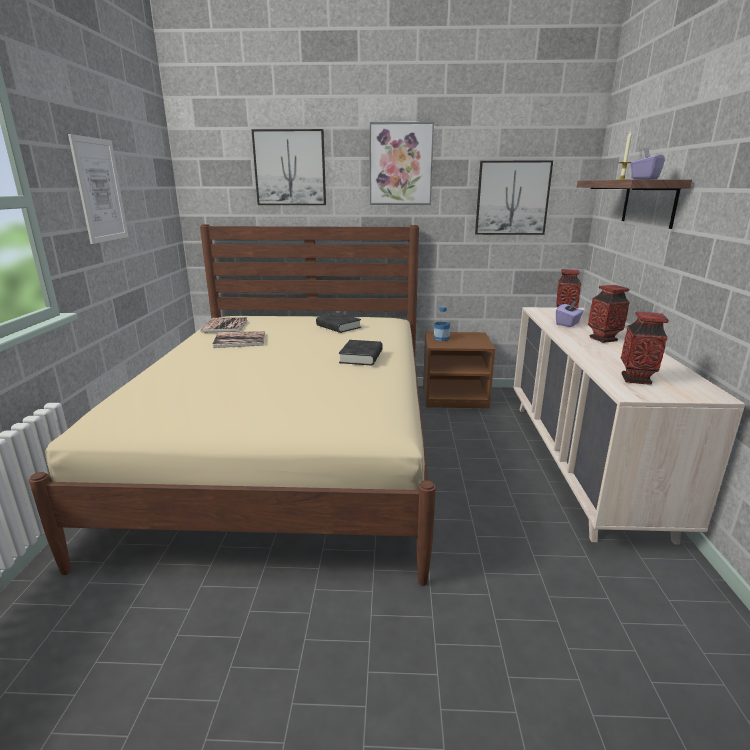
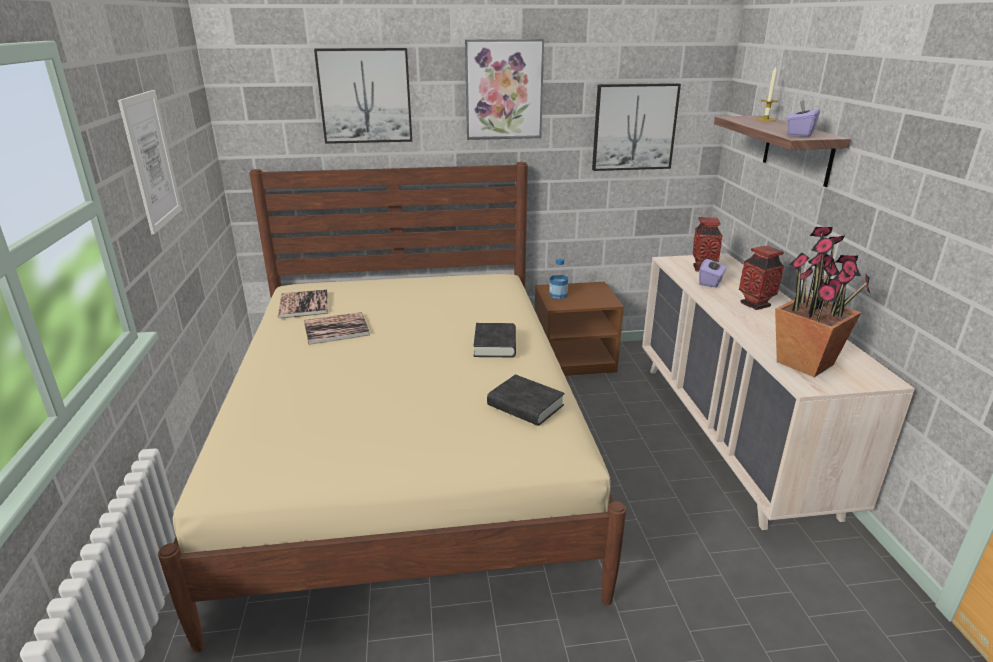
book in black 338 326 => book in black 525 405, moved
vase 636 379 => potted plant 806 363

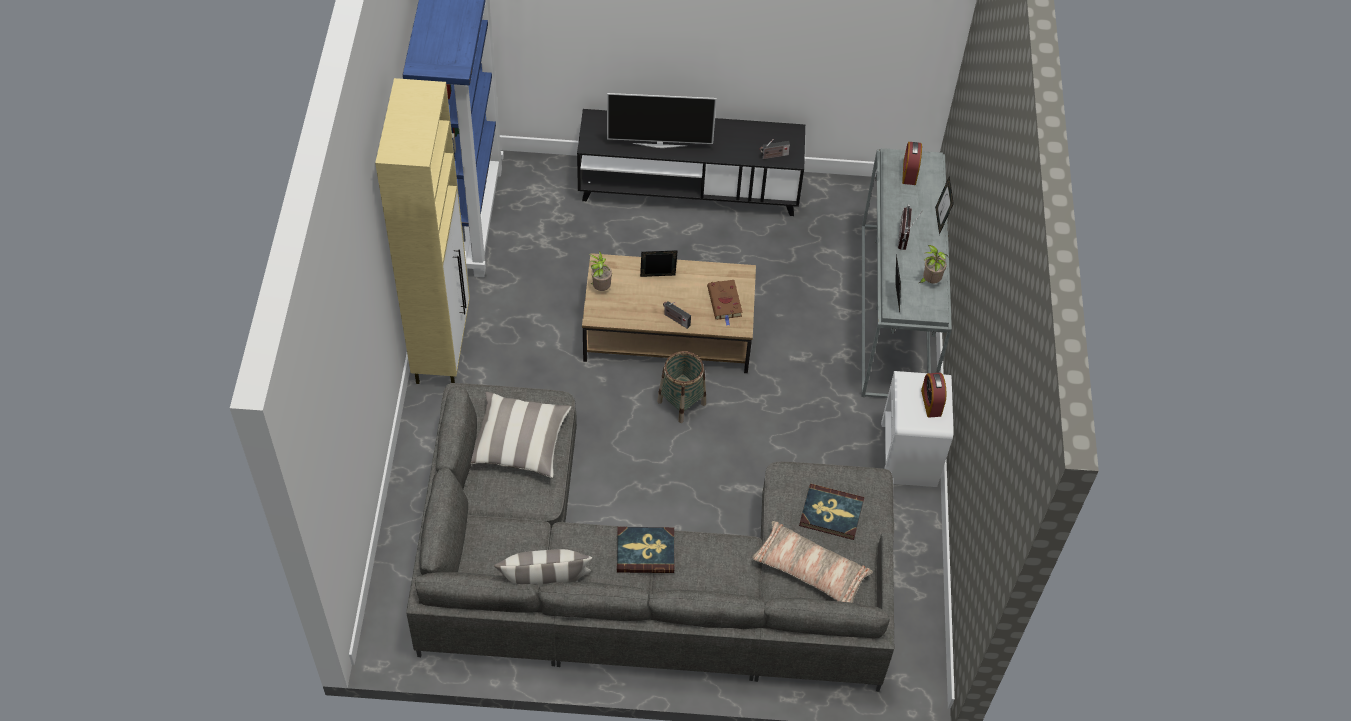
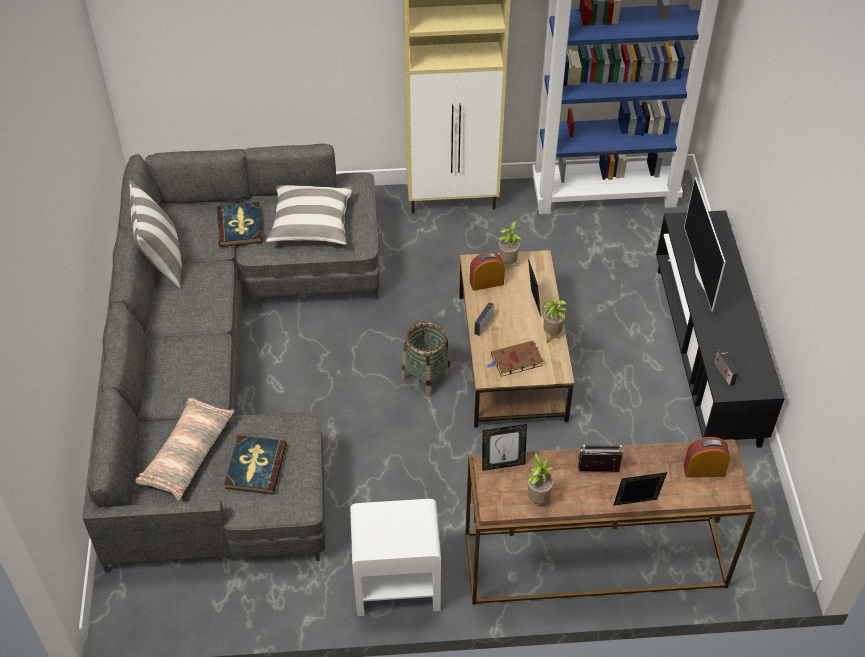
nothing => potted plant 551 334
book 645 551 => book 240 226, moved
alarm clock 931 403 => alarm clock 486 282, moved
console table in grey 896 312 => console table in brown 593 562

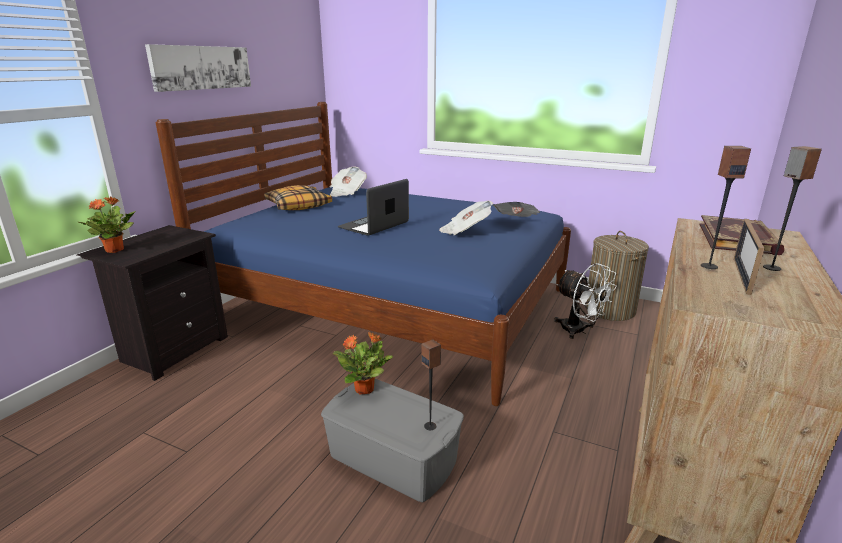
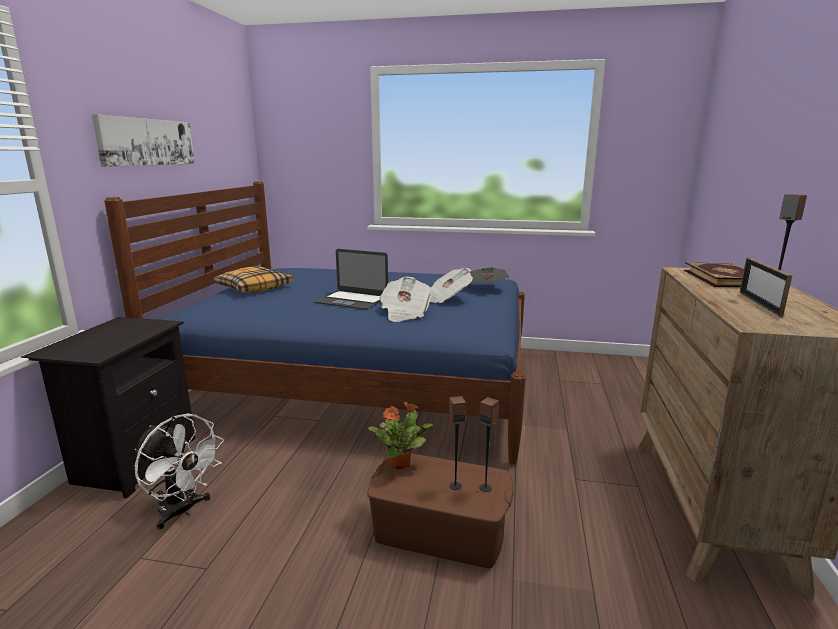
potted plant 115 250 => nothing
laundry basket 610 310 => nothing
newspaper 347 192 => newspaper 405 313, moved
fan in white 579 331 => fan in white 182 511, moved
speaker 709 266 => speaker 455 486, moved
storage box in grey 393 458 => storage box in brown 440 532
laptop 374 225 => laptop 351 300, 90 degrees counterclockwise

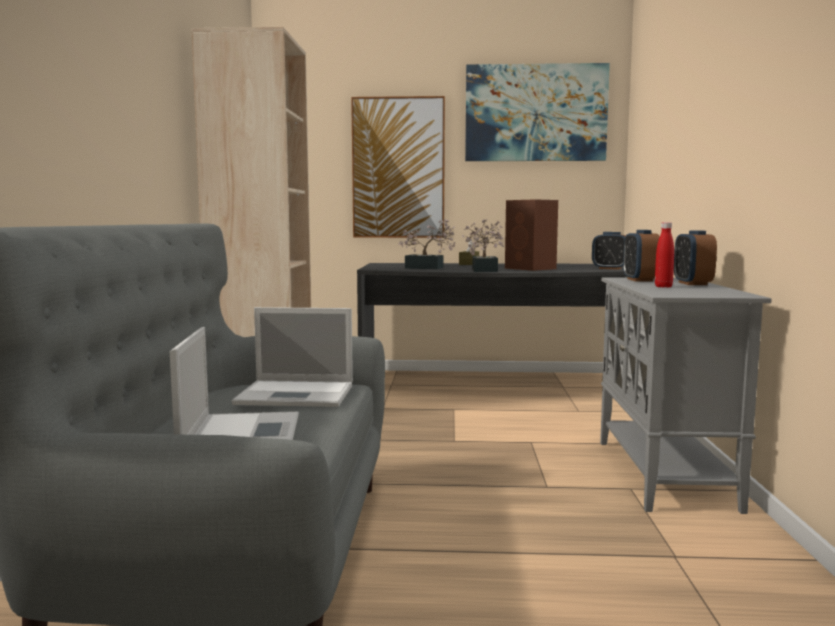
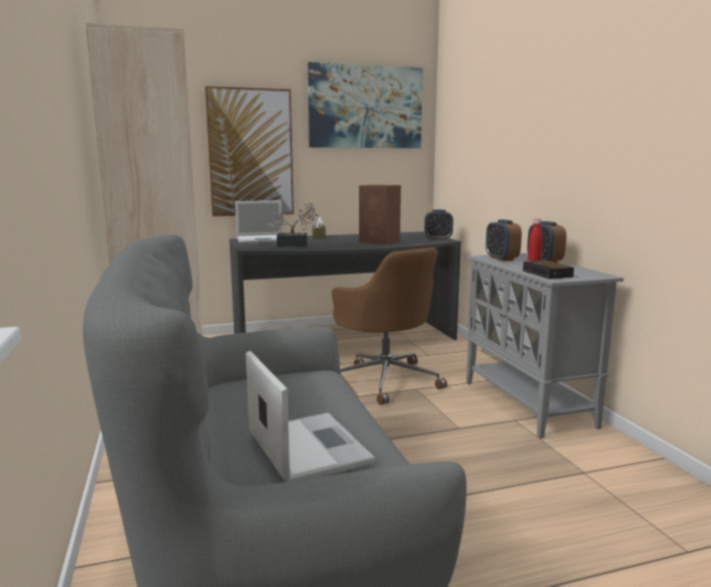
potted plant 484 270 => nothing
nothing => office chair in brown 385 380
nothing => alarm clock 548 274
laptop 298 394 => laptop 263 239, moved

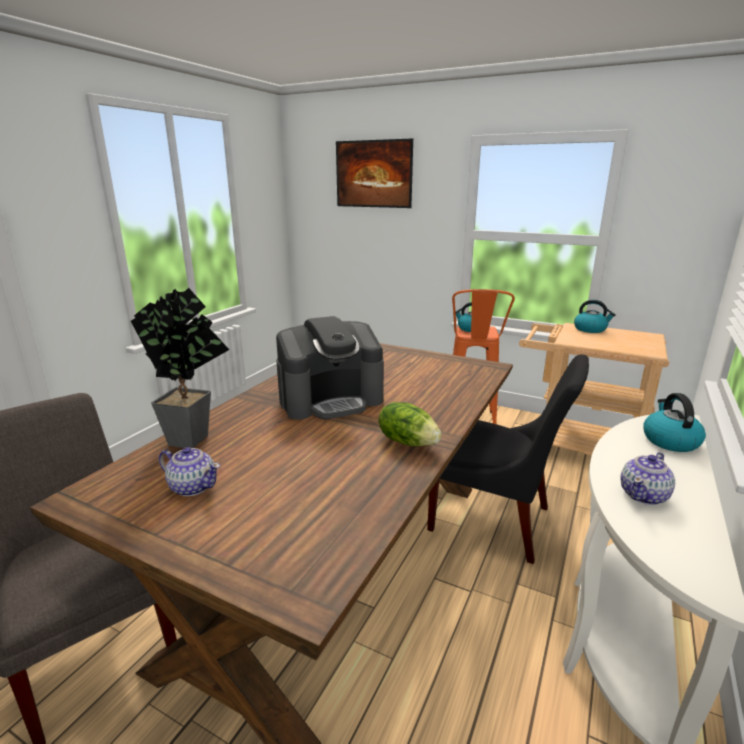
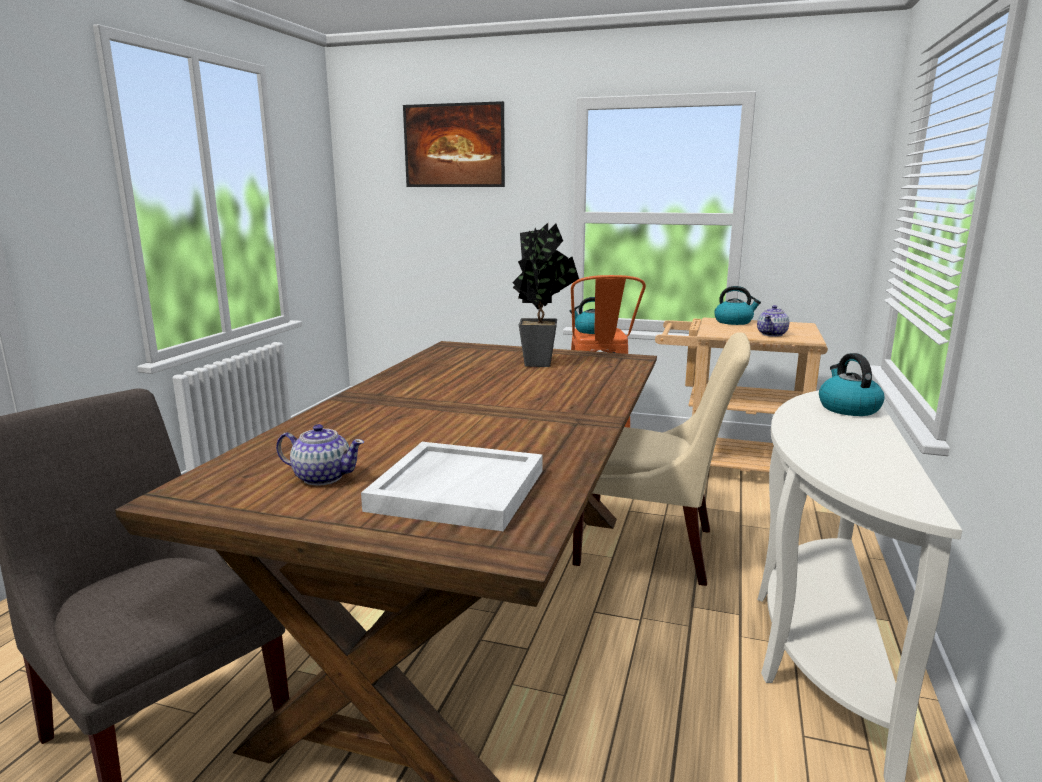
coffee machine 331 400 => nothing
lettuce 408 441 => nothing
nothing => tray in white 457 489
potted plant 195 437 => potted plant 541 362, moved
teapot 644 495 => teapot 772 334, moved
chair in black 495 521 => chair in beige 652 548

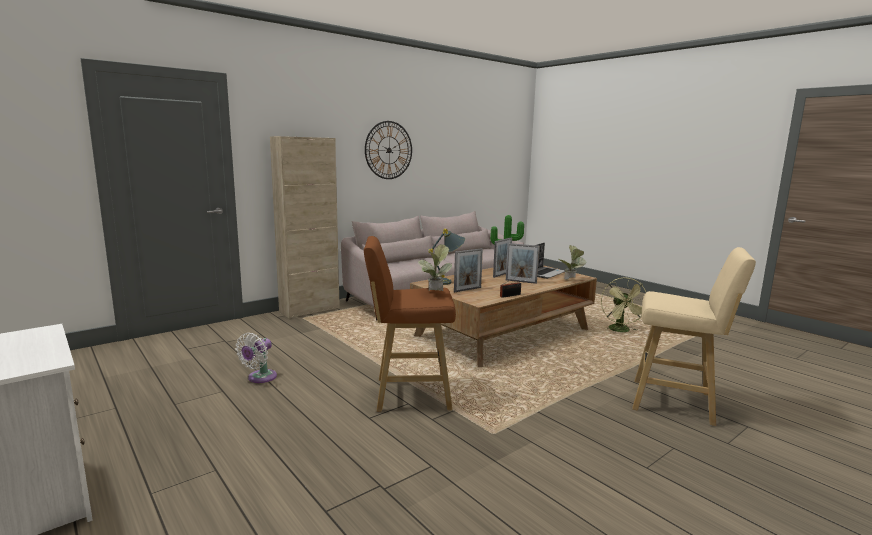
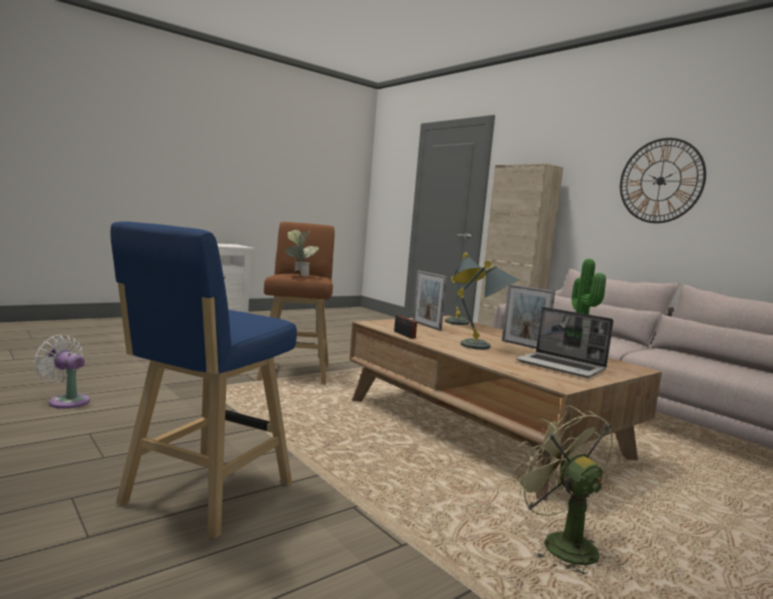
potted plant 571 280 => nothing
fan in white 260 378 => fan in white 66 401, moved
picture frame 521 281 => table lamp in grey 486 348
stool in beige 677 403 => stool in blue 202 497
fan in green 621 331 => fan in green 559 543, 60 degrees clockwise

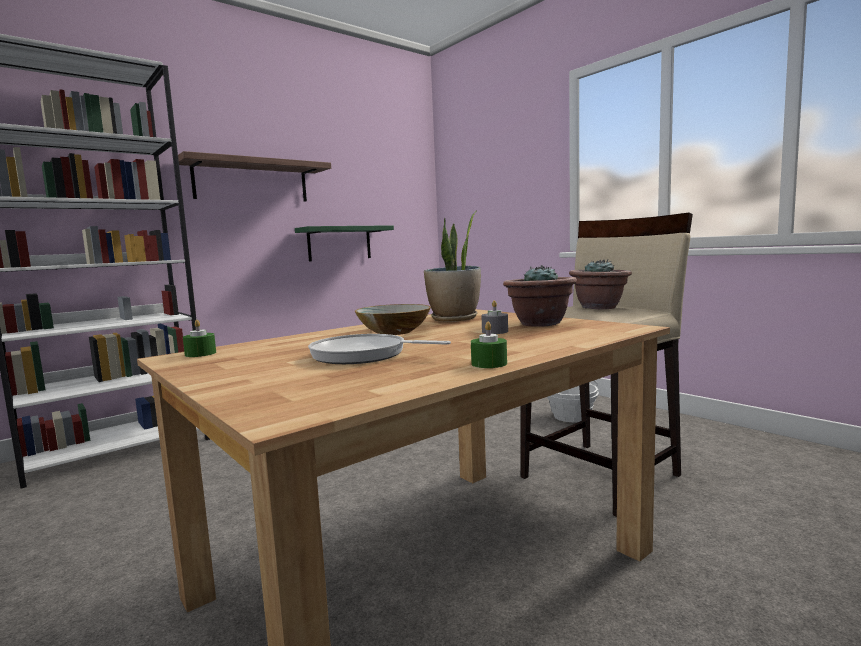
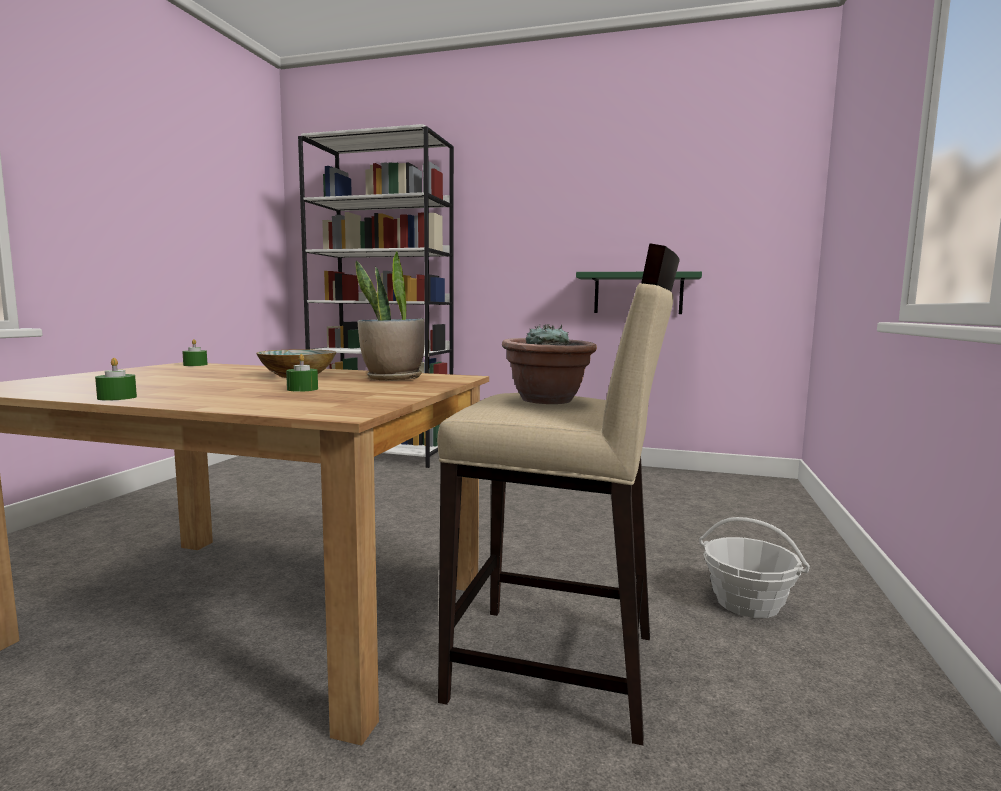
shelf 251 181 => nothing
frying pan 364 355 => nothing
potted plant 539 323 => nothing
candle in grey 495 331 => candle in green 302 389

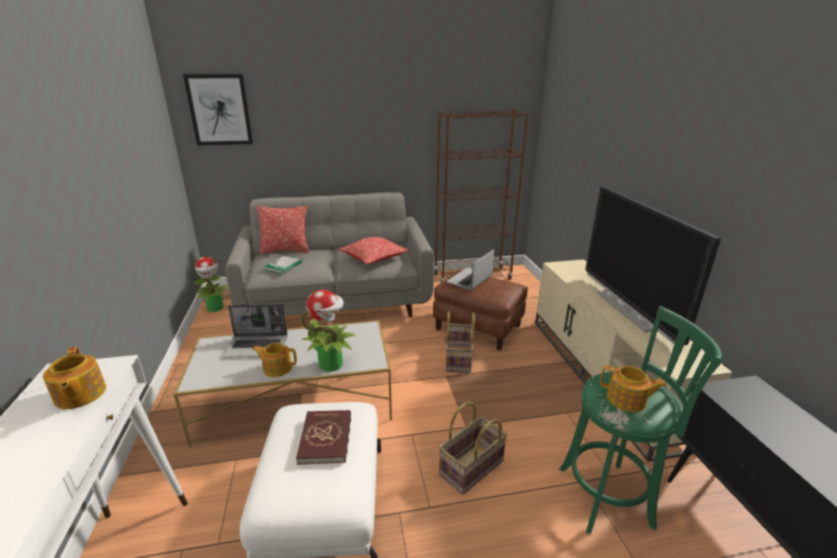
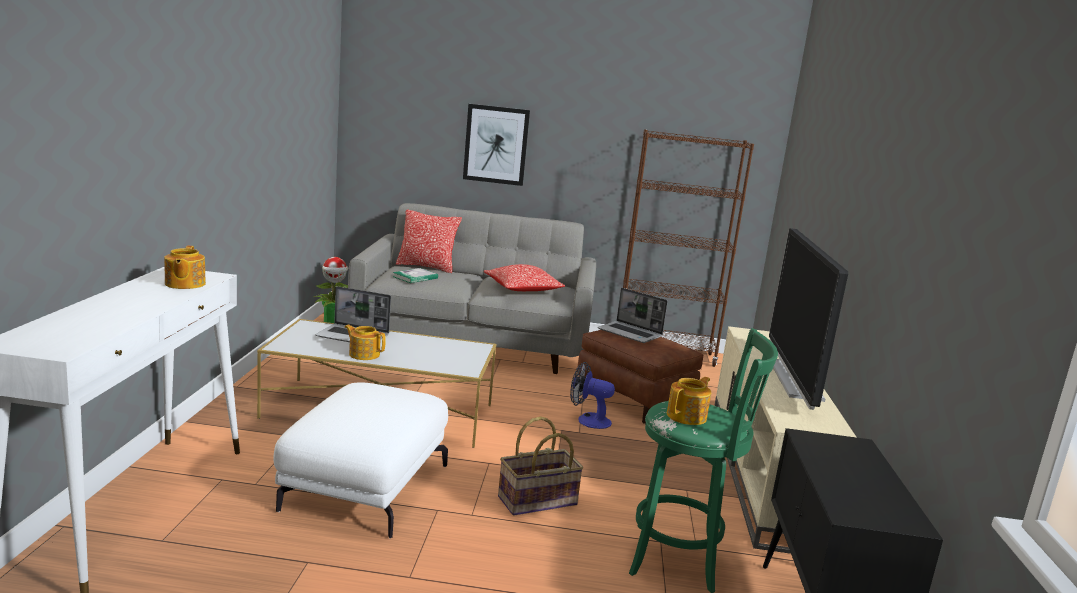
book in red 326 438 => nothing
potted plant 332 364 => nothing
picture 219 110 => picture 496 145, moved
basket 459 359 => fan 588 420
laptop 470 280 => laptop 630 333, 105 degrees counterclockwise
teapot 627 400 => teapot 687 416, 90 degrees counterclockwise

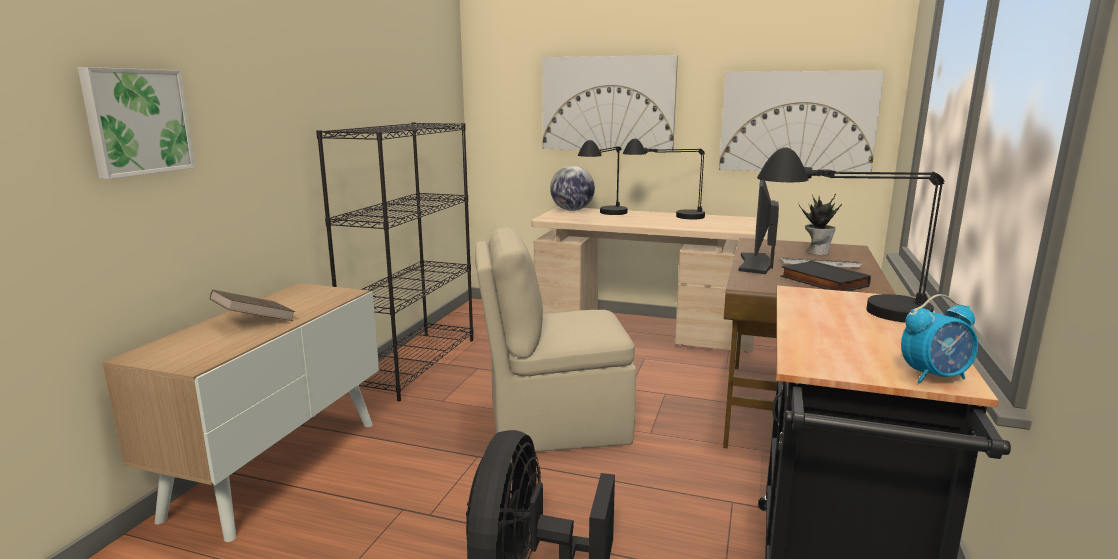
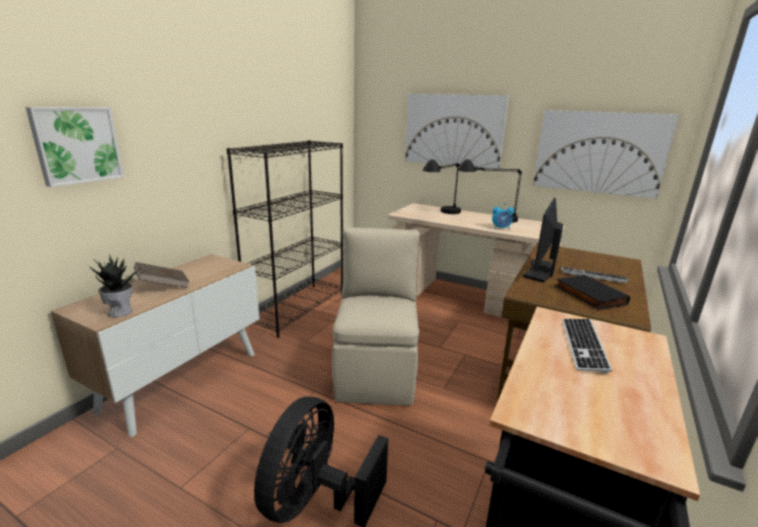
globe 572 210 => nothing
potted plant 817 252 => potted plant 121 311, moved
alarm clock 934 377 => alarm clock 501 228, moved
table lamp in black 843 311 => keyboard 583 345
chair in beige 554 425 => chair in beige 376 371, 90 degrees clockwise

